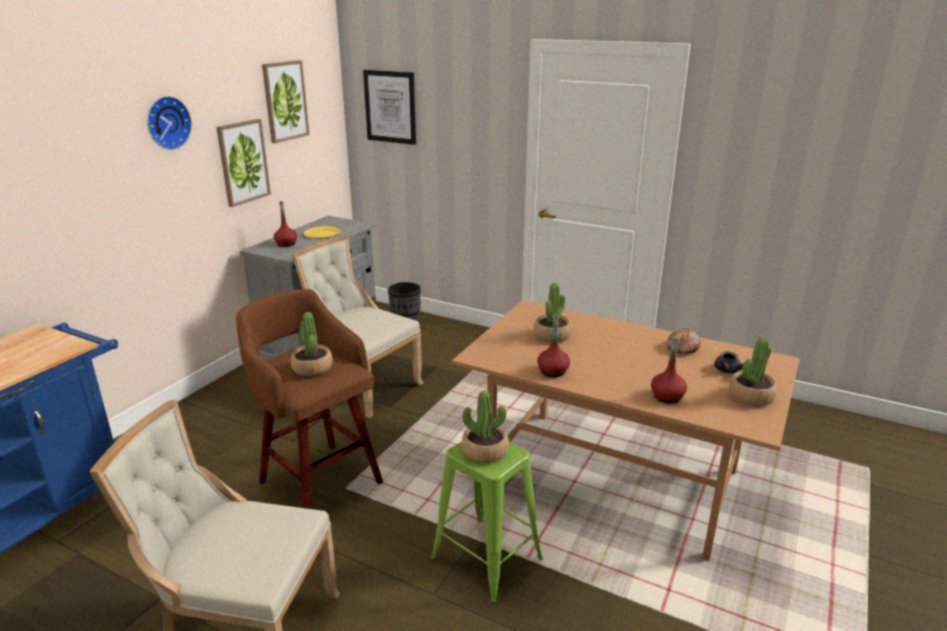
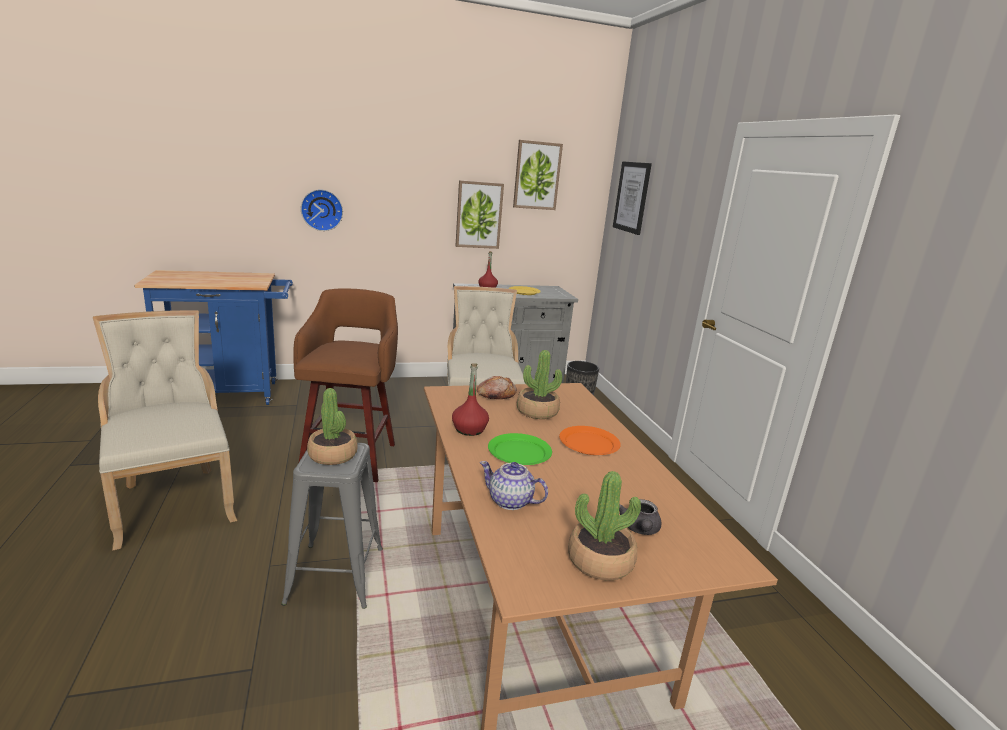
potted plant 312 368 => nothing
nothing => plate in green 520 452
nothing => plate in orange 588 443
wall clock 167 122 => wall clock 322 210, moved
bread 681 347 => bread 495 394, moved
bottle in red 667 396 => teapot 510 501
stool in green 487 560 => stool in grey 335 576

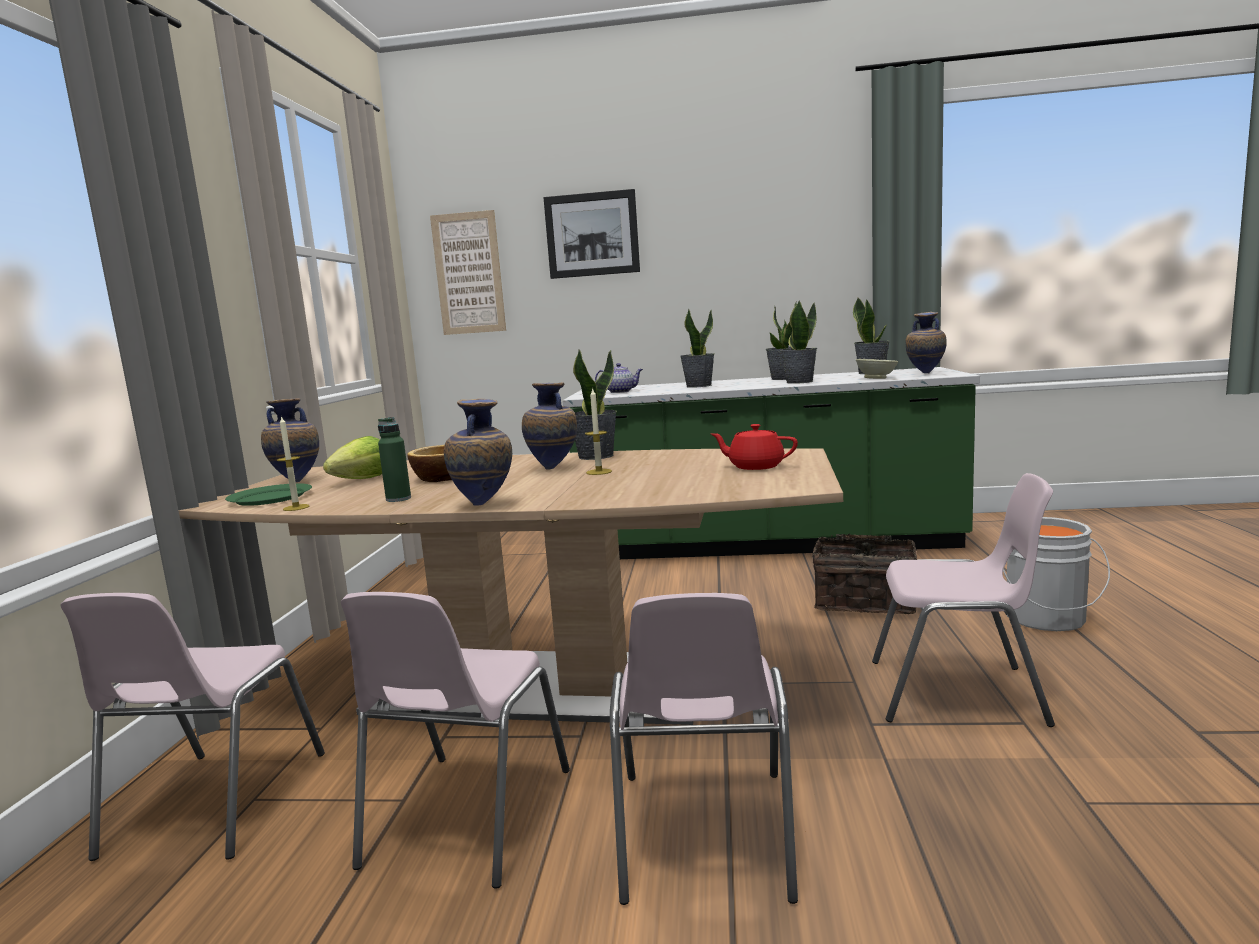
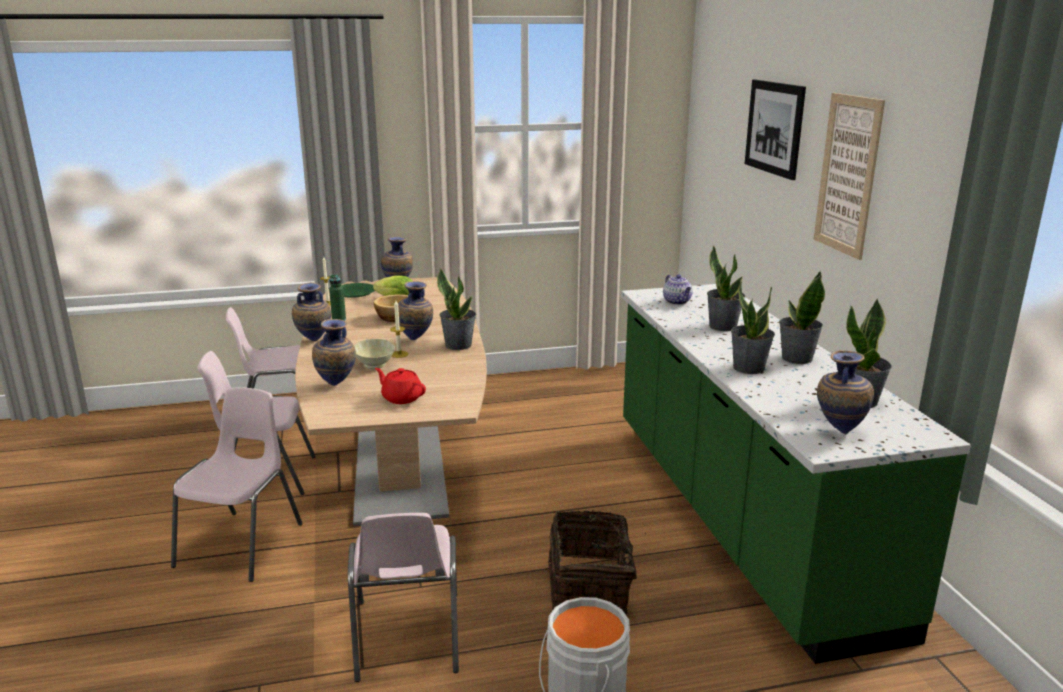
nothing => vase 336 386
picture 468 273 => picture 847 175, moved
bowl in beige 877 378 => bowl in beige 374 366, moved
chair in pink 703 835 => chair in pink 242 544, 120 degrees clockwise
teapot in red 755 466 => teapot in red 401 398, 60 degrees counterclockwise

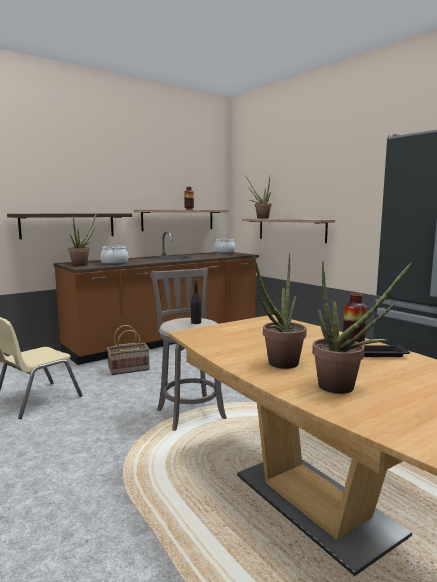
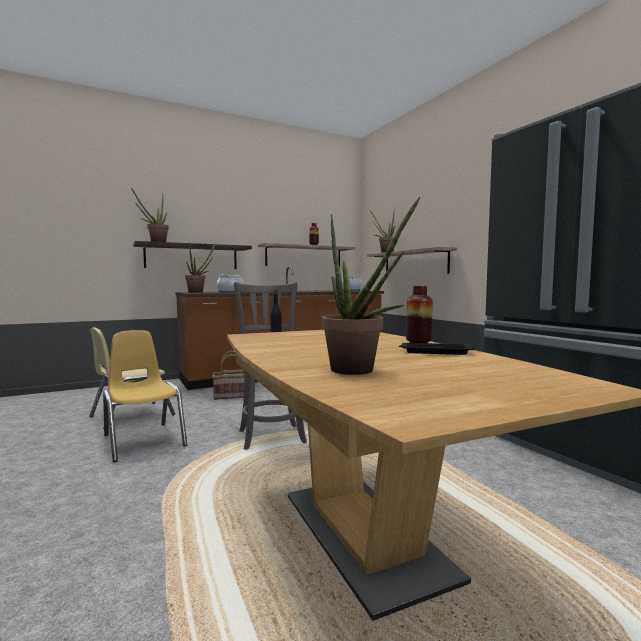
nothing => chair in yellow 143 440
potted plant 279 365 => potted plant 155 242, moved

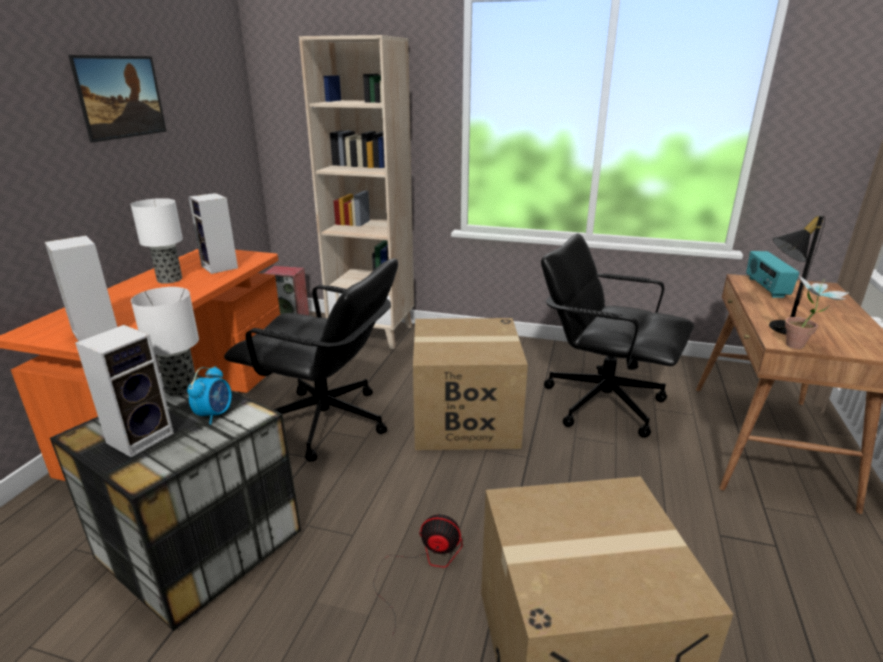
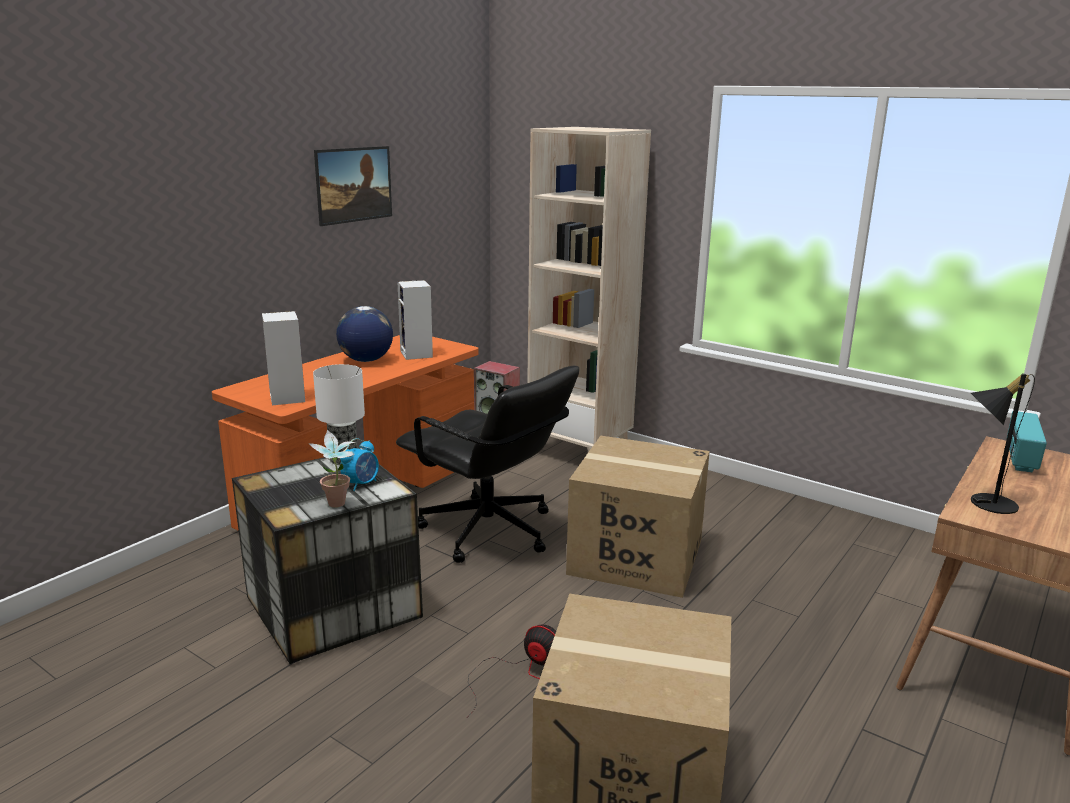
speaker 142 436 => nothing
office chair in black 602 402 => nothing
potted plant 801 347 => potted plant 338 506, moved
table lamp 169 280 => globe 366 360

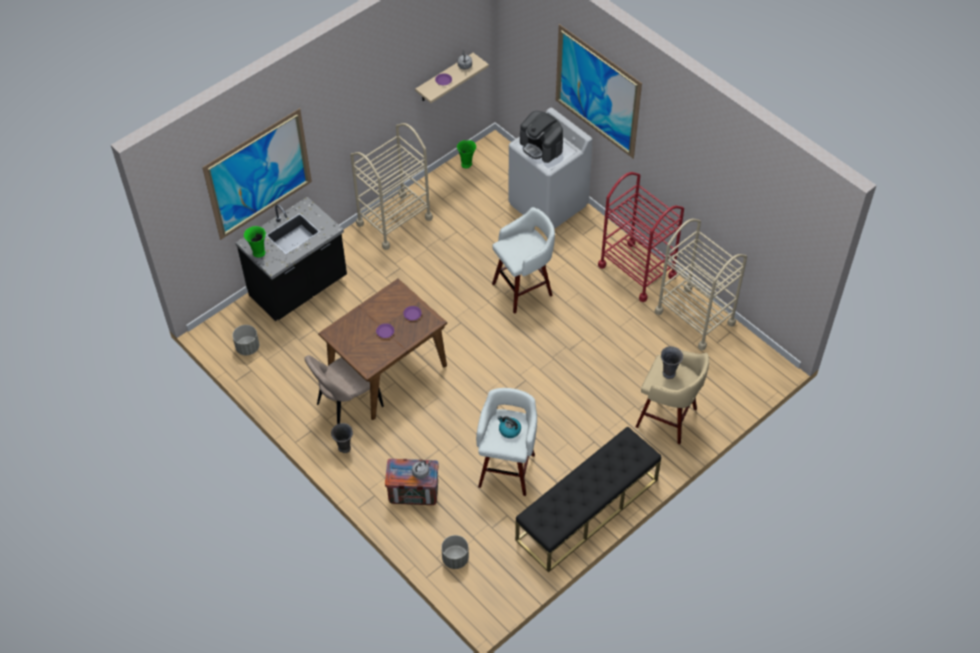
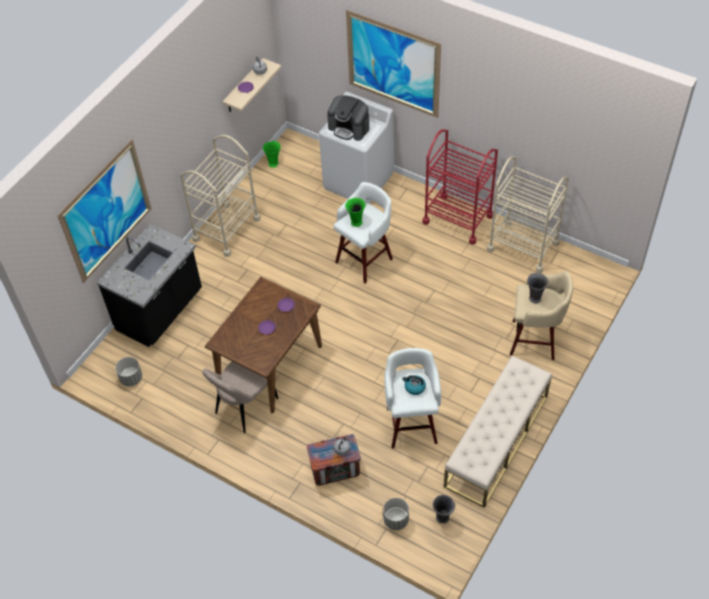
vase in green 258 253 => vase in green 356 222, moved
vase in grey 344 448 => vase in grey 443 518, moved
bench in black 587 510 => bench in beige 496 441

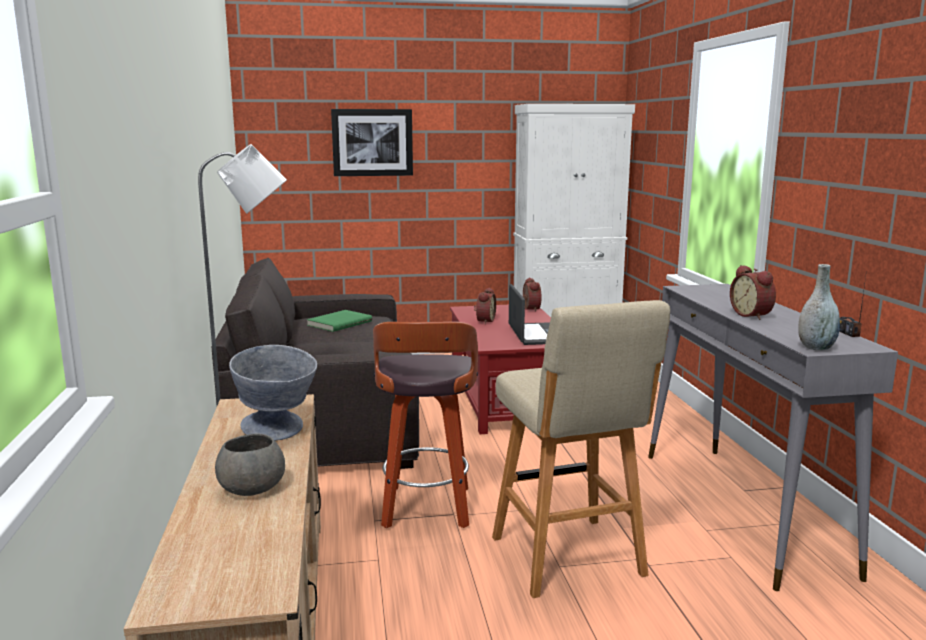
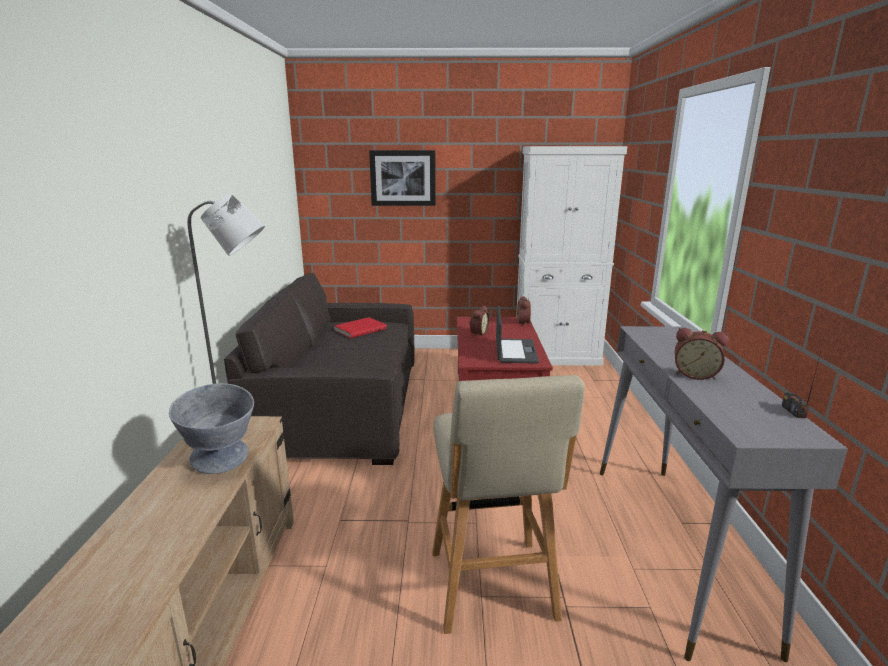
bowl in grey 250 488 => nothing
stool 427 510 => nothing
vase in grey 816 347 => nothing
book in green 339 323 => book in red 360 329
alarm clock 752 315 => alarm clock 695 374, 60 degrees counterclockwise

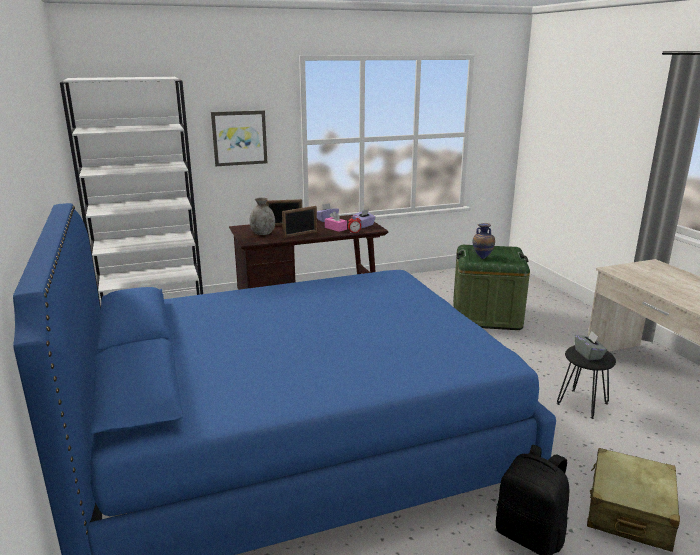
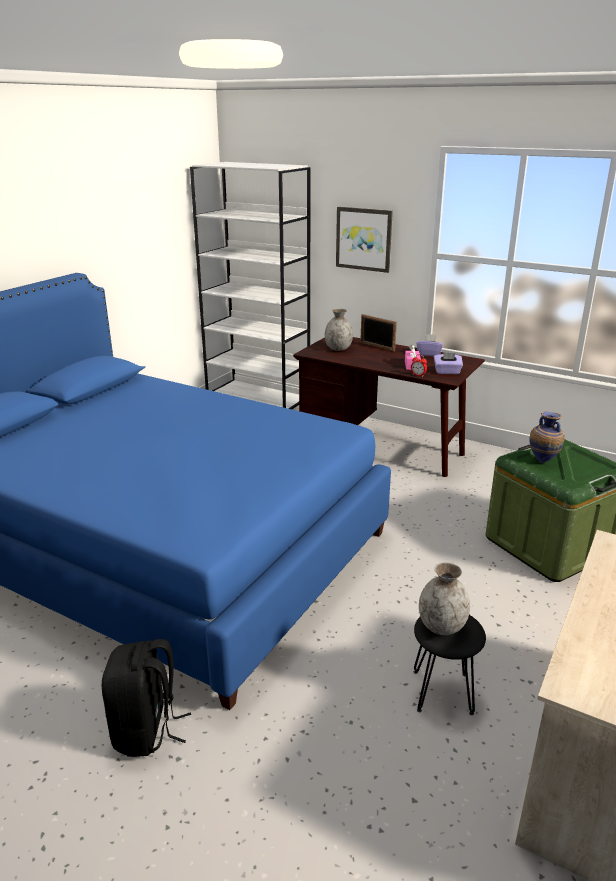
picture frame 300 234 => nothing
suitcase in beige 629 511 => nothing
tissue box in grey 588 354 => vase in grey 441 626

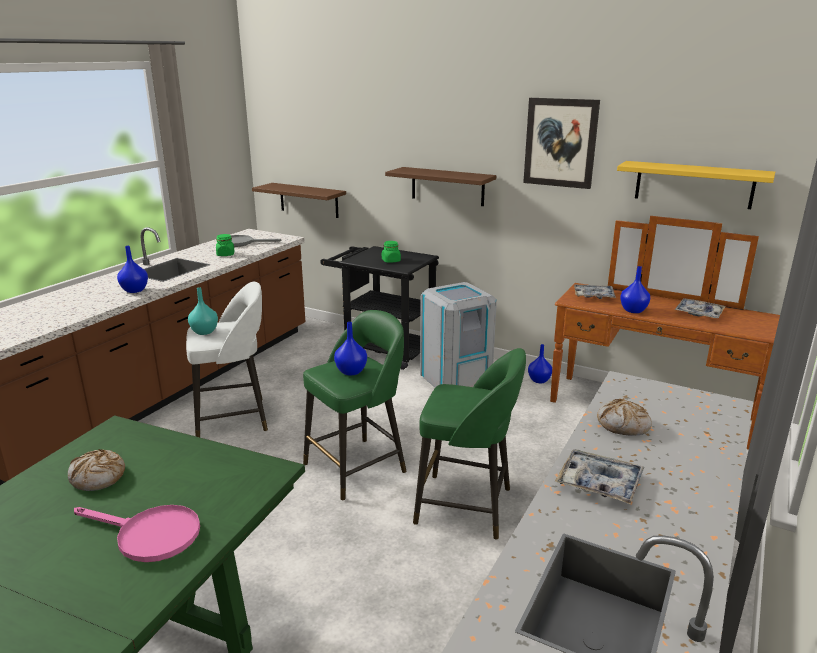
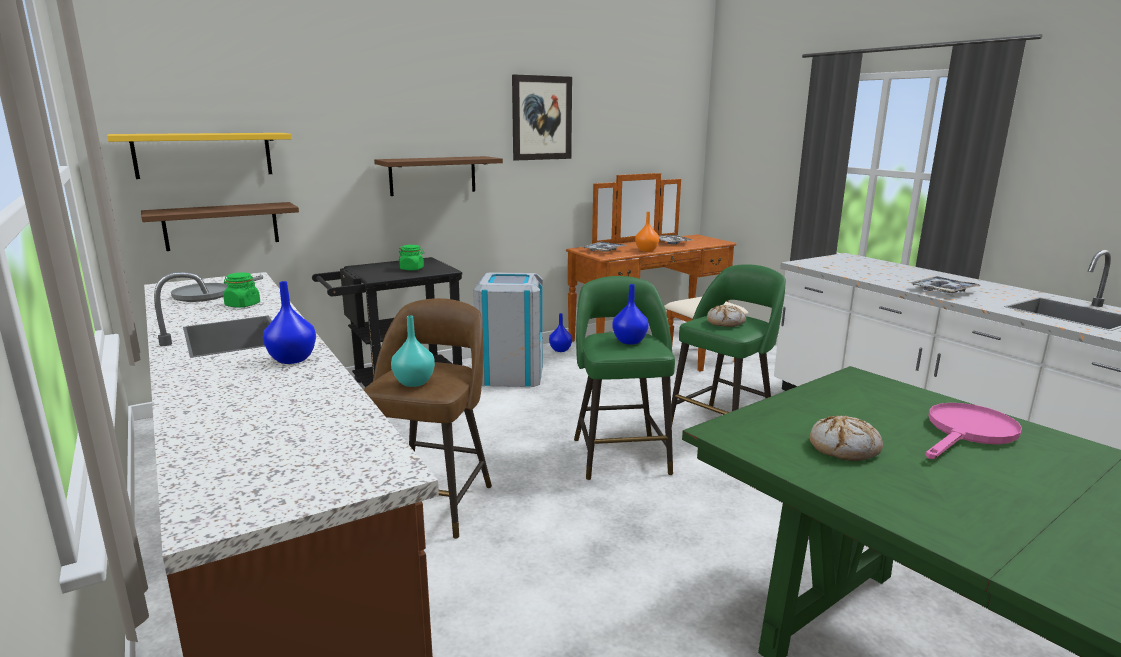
bread 623 425 => bread 725 322, moved
shelf in yellow 693 184 => shelf in yellow 203 155, moved
stool in white 234 419 => stool in brown 433 502
vase in blue 633 310 => vase in orange 646 250

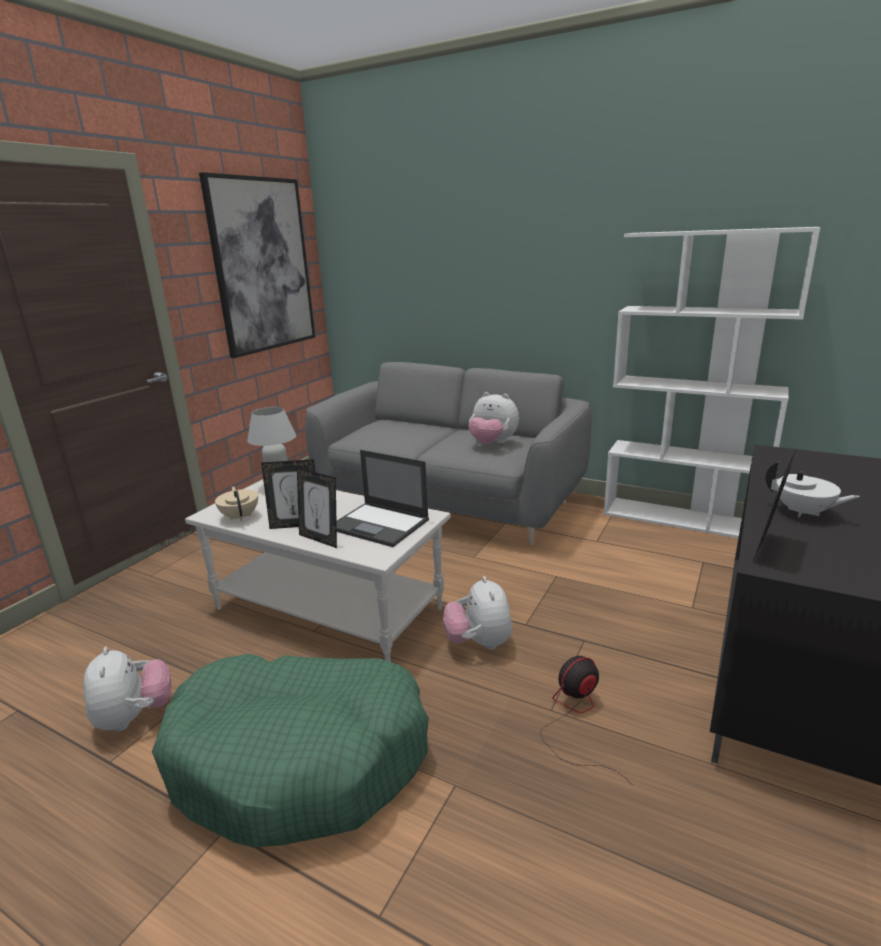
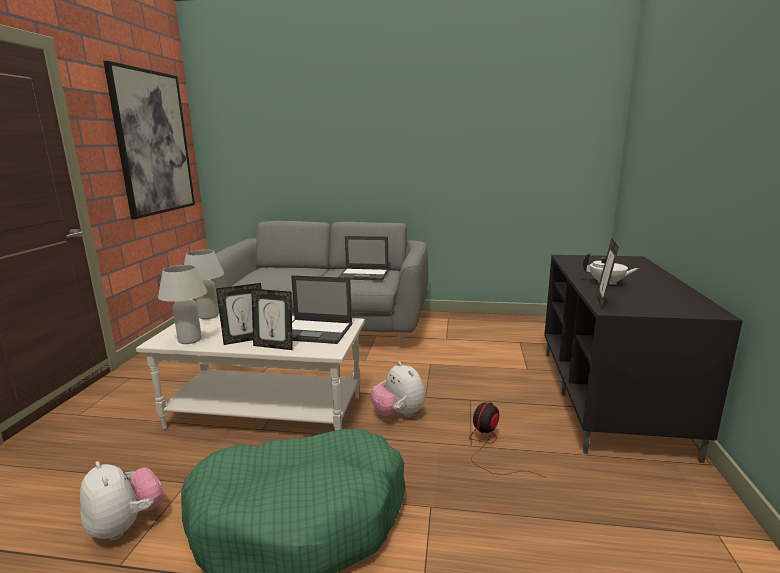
bookcase in white 682 519 => nothing
teapot in beige 240 516 => table lamp in white 190 340
plush toy 492 444 => laptop 364 275

